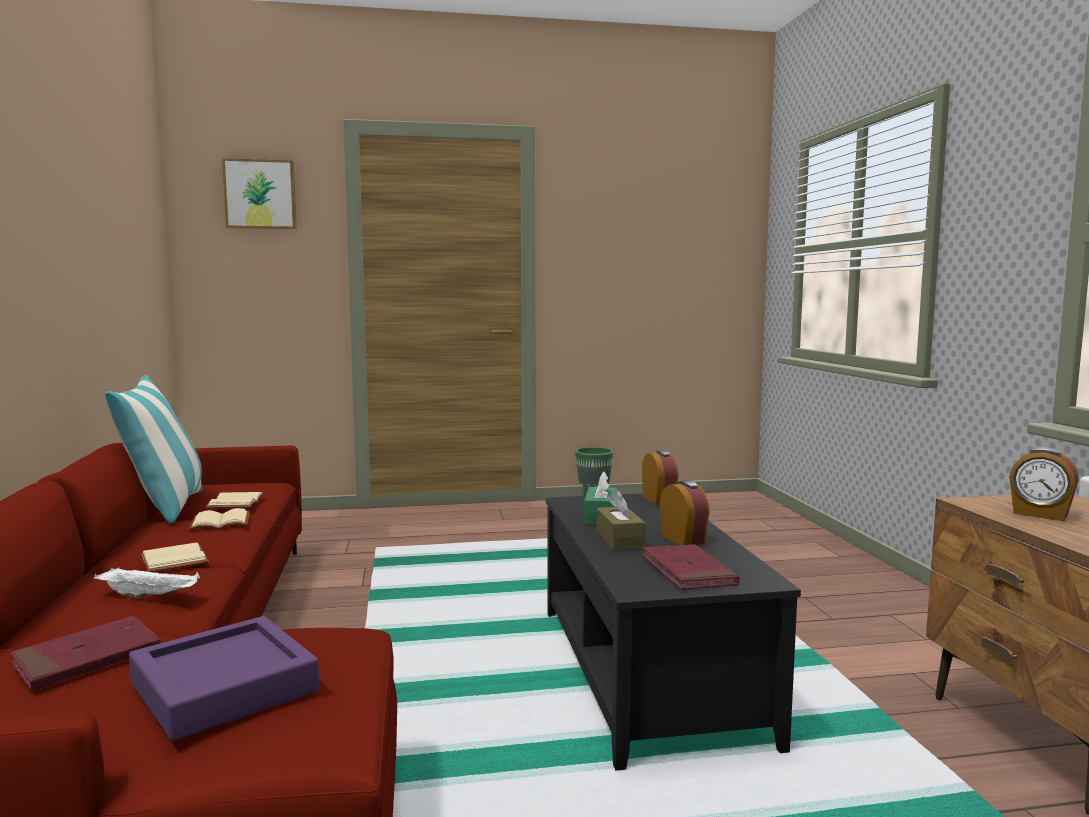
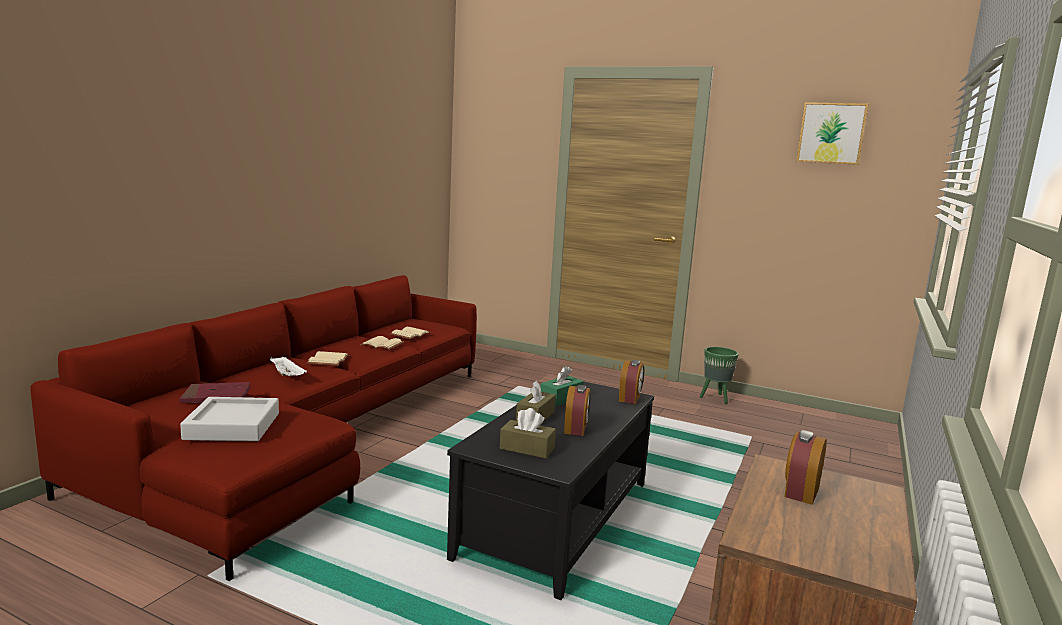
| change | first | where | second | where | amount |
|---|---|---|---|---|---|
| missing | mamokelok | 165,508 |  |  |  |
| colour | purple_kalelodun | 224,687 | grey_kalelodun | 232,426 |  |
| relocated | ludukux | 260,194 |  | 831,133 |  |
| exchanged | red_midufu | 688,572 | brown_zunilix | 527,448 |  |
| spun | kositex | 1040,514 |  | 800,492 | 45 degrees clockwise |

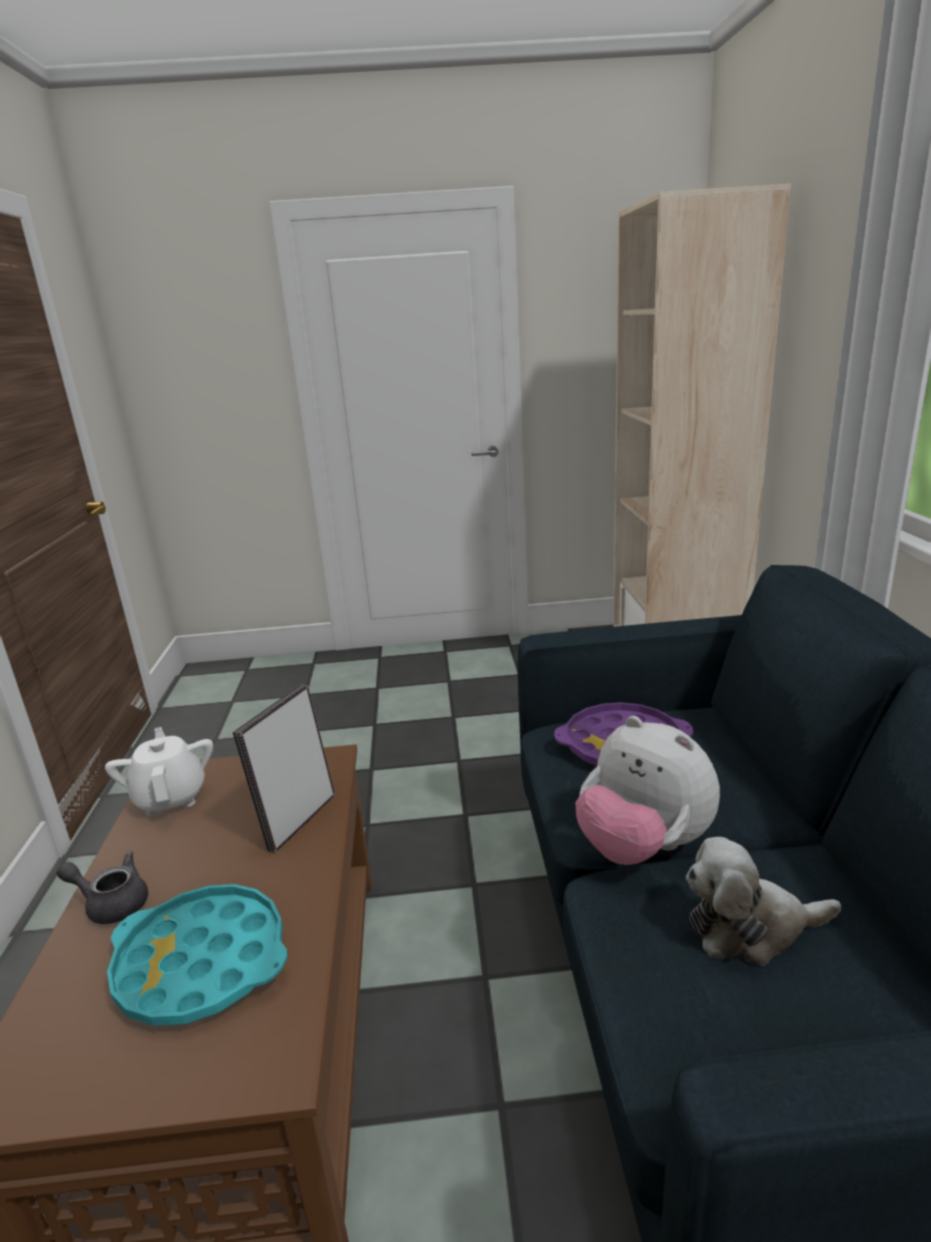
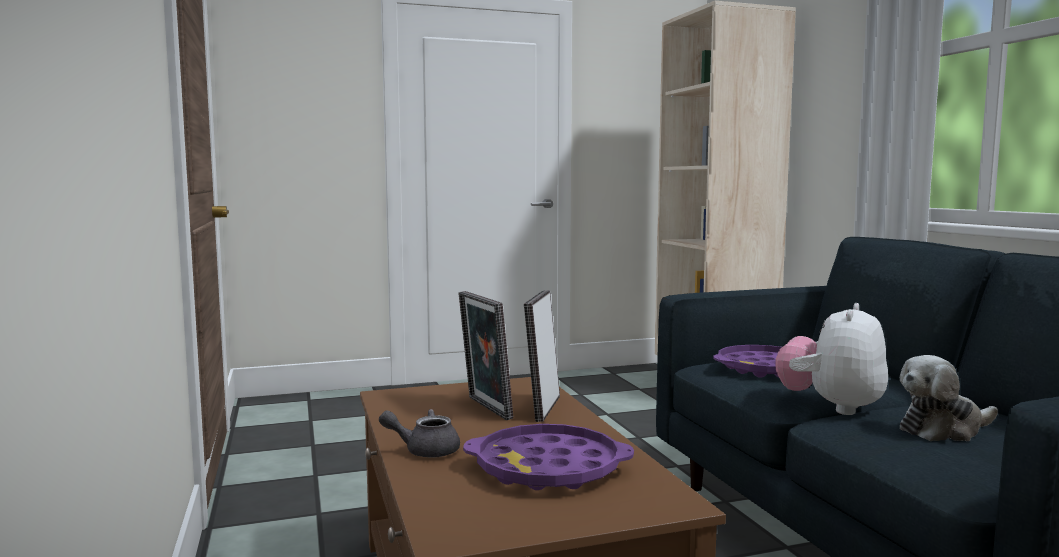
| change | first | where | second | where | amount |
|---|---|---|---|---|---|
| missing | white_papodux | 171,797 |  |  |  |
| colour | turquoise_kalelodun | 202,963 | purple_kalelodun | 548,468 |  |
| spun | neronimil | 643,847 |  | 831,407 | 90 degrees clockwise |
| appeared |  |  | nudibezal | 485,408 |  |

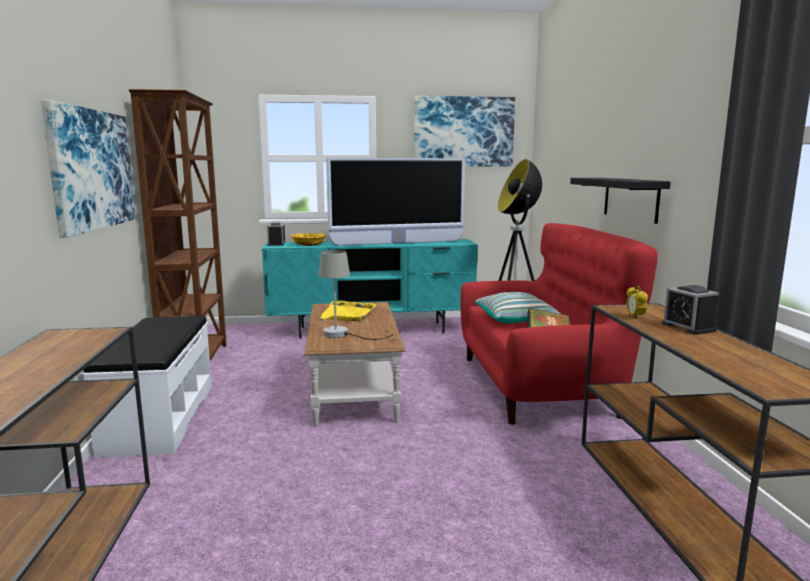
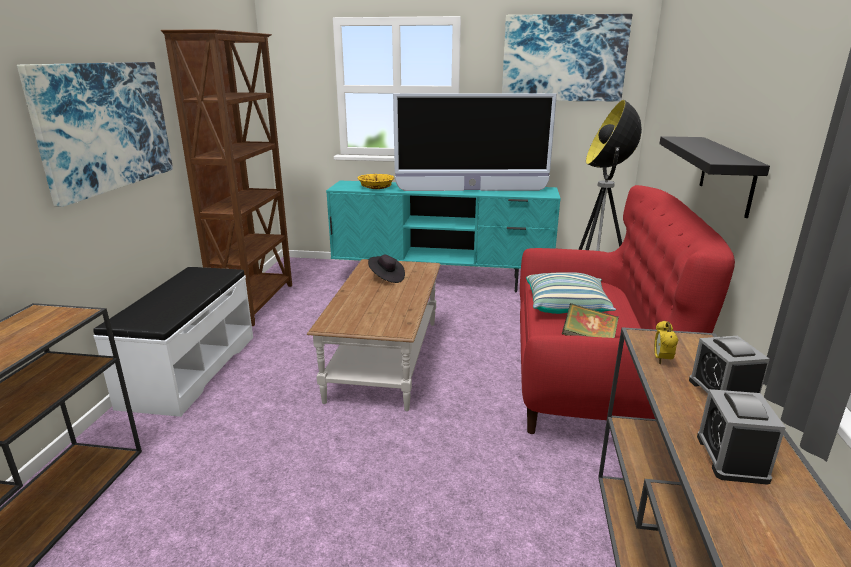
| change | first | where | second | where | amount |
|---|---|---|---|---|---|
| relocated | kositex | 276,244 |  | 731,458 |  |
| missing | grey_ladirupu | 343,335 |  |  |  |
| exchanged | yellow_kalelodun | 348,314 | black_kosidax | 386,278 |  |

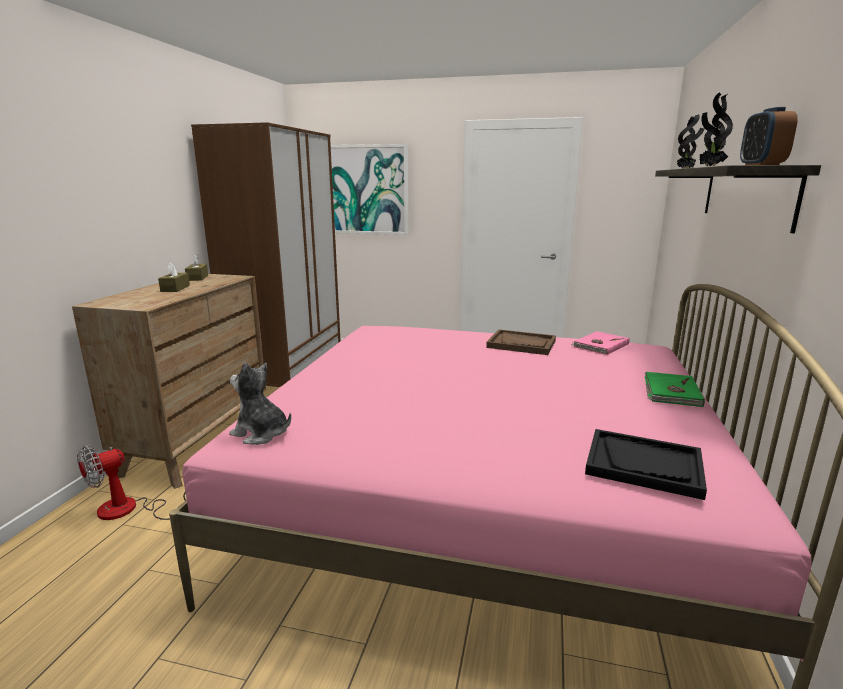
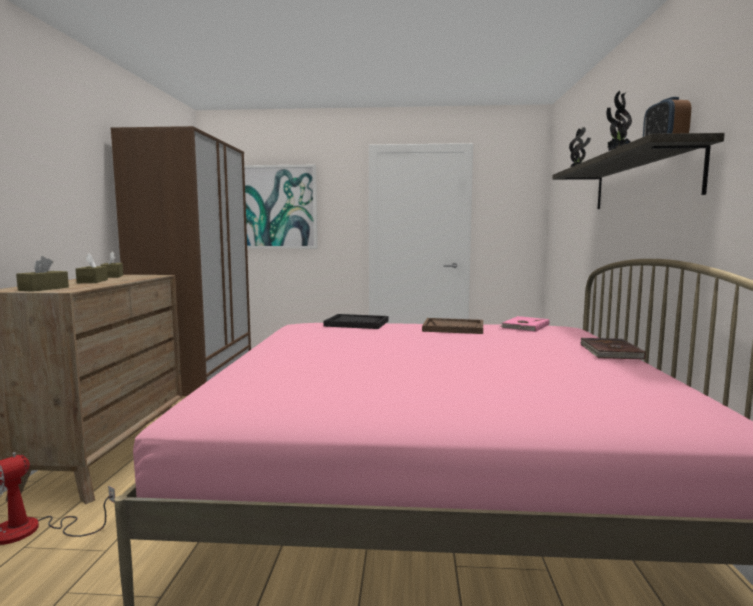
| change | first | where | second | where | amount |
|---|---|---|---|---|---|
| missing | neronimil | 261,434 |  |  |  |
| relocated | black_kalelodun | 644,465 |  | 357,323 |  |
| colour | green_midufu | 670,392 | brown_midufu | 609,352 |  |
| appeared |  |  | brown_zunilix | 44,289 |  |

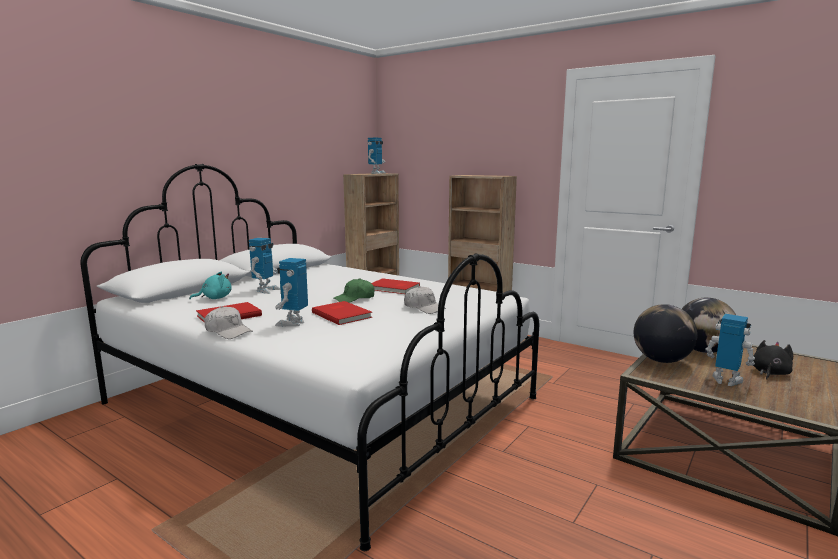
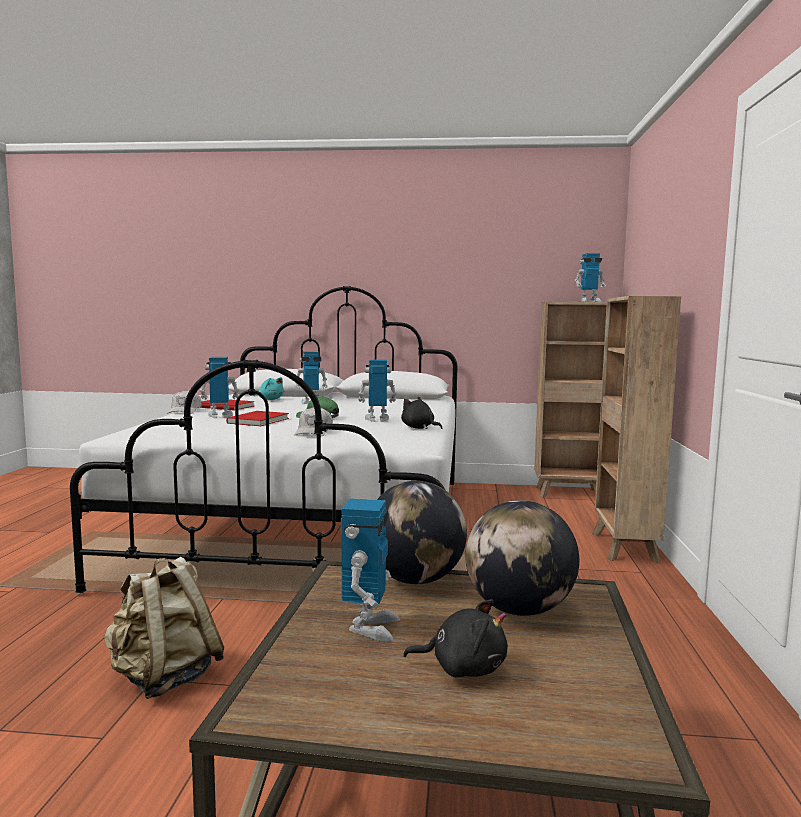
| change | first | where | second | where | amount |
|---|---|---|---|---|---|
| exchanged | red_midufu | 393,288 | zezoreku | 377,420 |  |
| appeared |  |  | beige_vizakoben | 164,678 |  |
| appeared |  |  | black_neronimil | 419,428 |  |

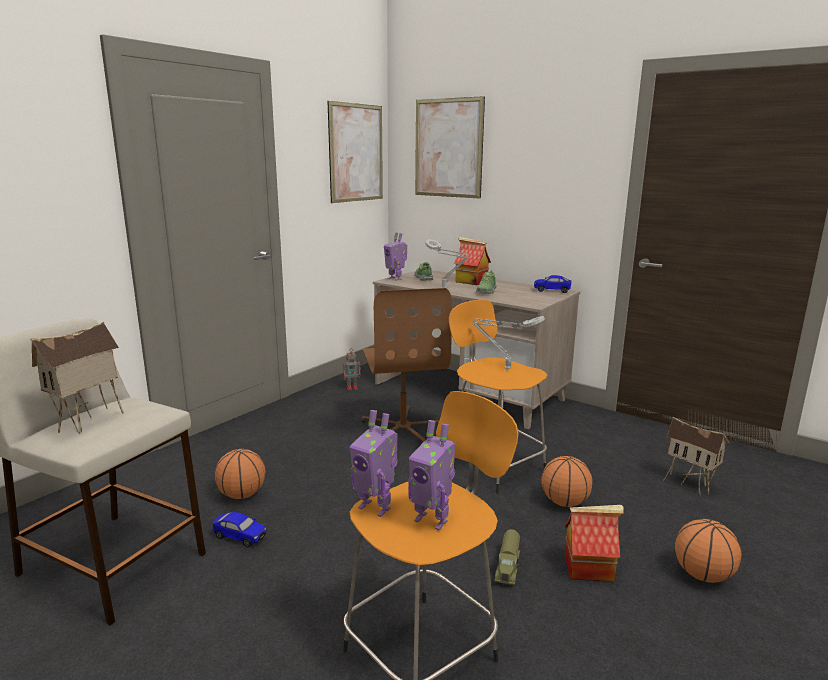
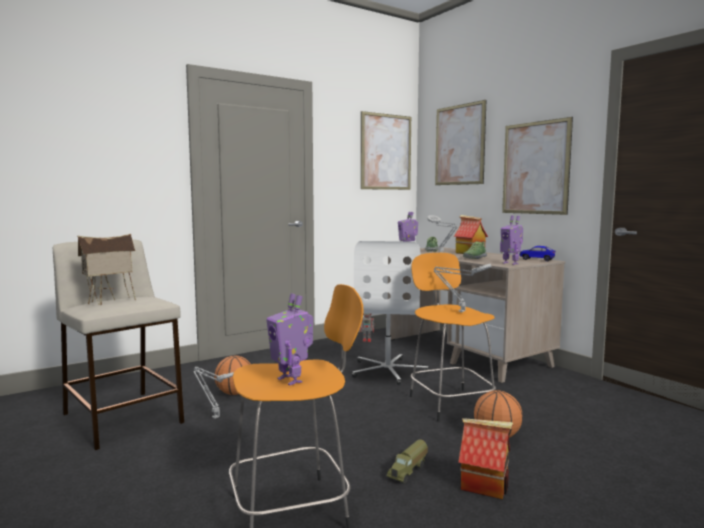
| change | first | where | second | where | amount |
|---|---|---|---|---|---|
| exchanged | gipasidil | 240,537 | grey_ladirupu | 214,417 |  |
| relocated | zezoreku | 375,507 |  | 511,263 |  |
| colour | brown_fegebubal | 403,430 | white_fegebubal | 388,370 |  |
| missing | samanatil | 690,484 |  |  |  |
| missing | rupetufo | 702,575 |  |  |  |
| appeared |  |  | ludukux | 535,168 |  |

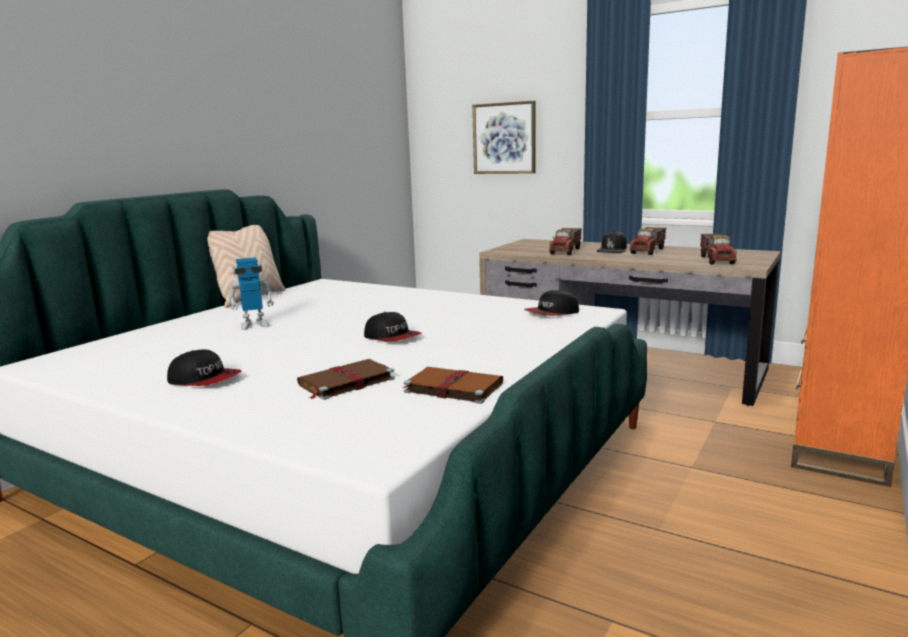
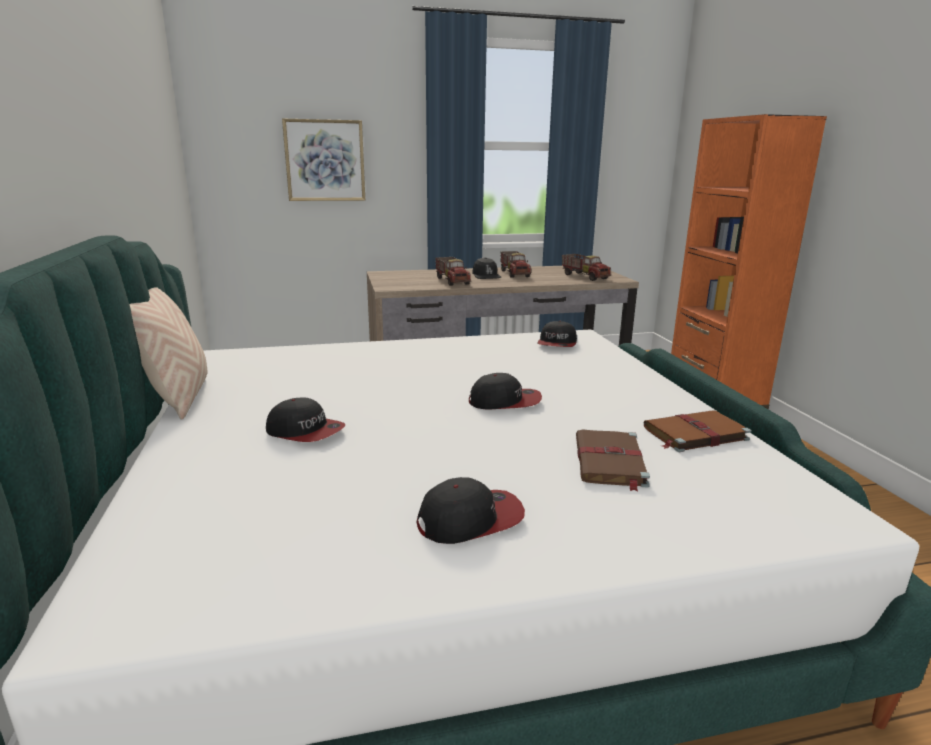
| change | first | where | second | where | amount |
|---|---|---|---|---|---|
| exchanged | zezoreku | 254,325 | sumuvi | 305,431 |  |

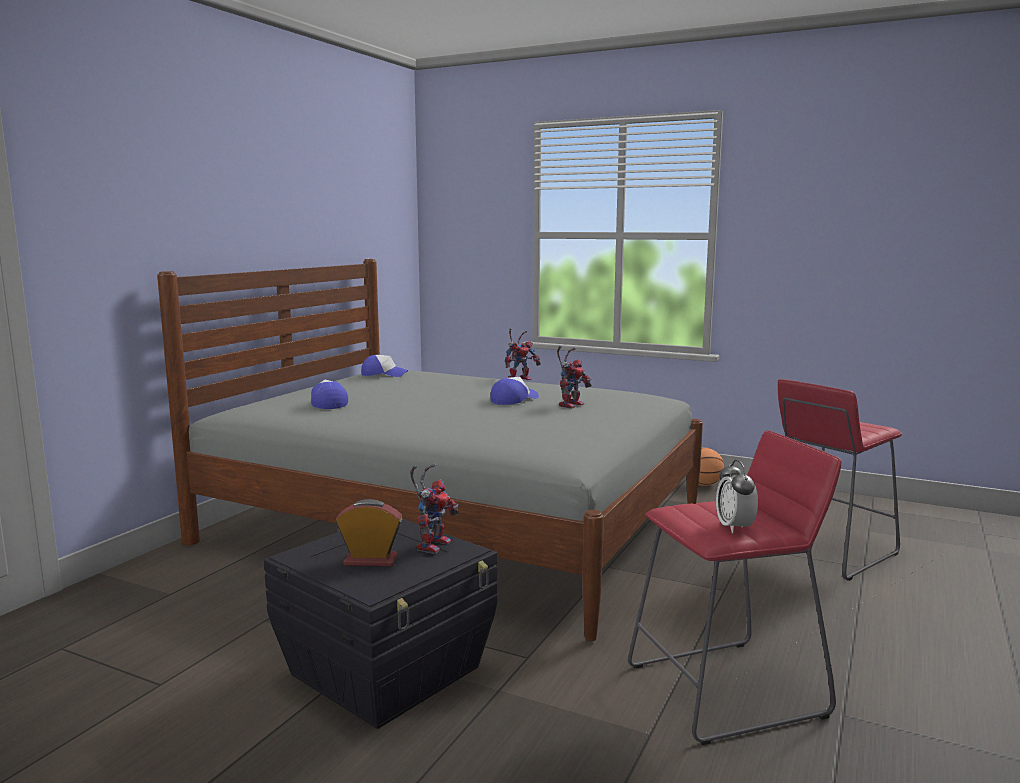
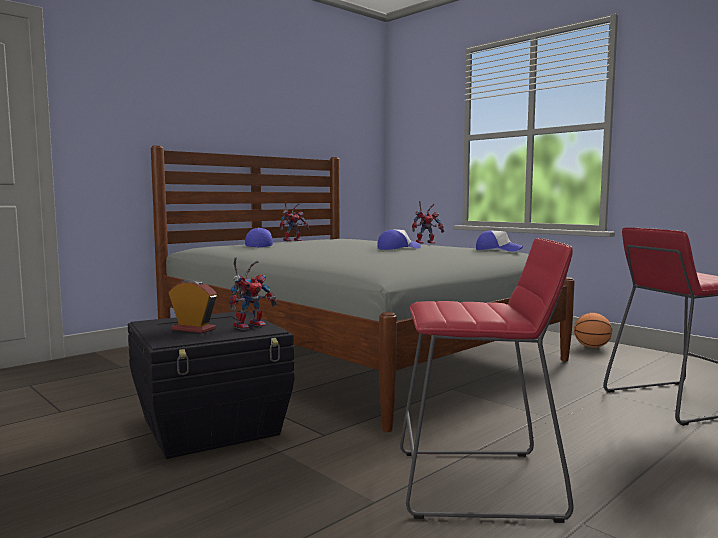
| change | first | where | second | where | amount |
|---|---|---|---|---|---|
| relocated | sumuvi | 384,374 |  | 498,250 |  |
| relocated | zezoreku | 570,404 |  | 293,240 |  |
| missing | kositex | 734,527 |  |  |  |

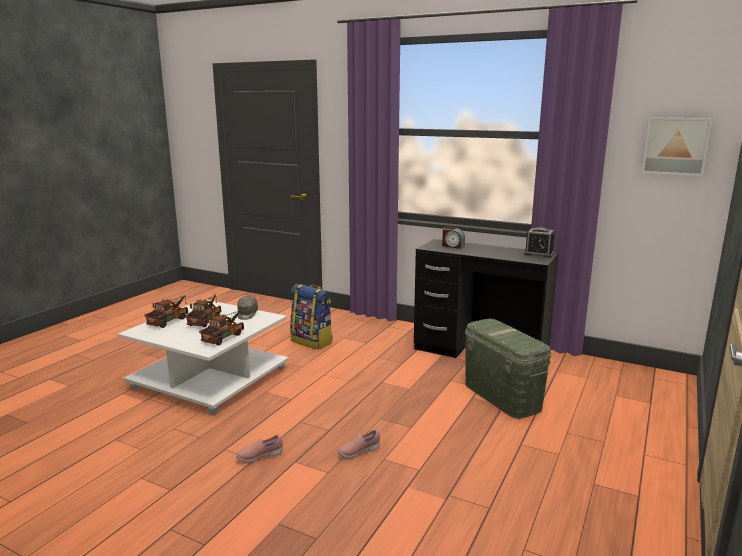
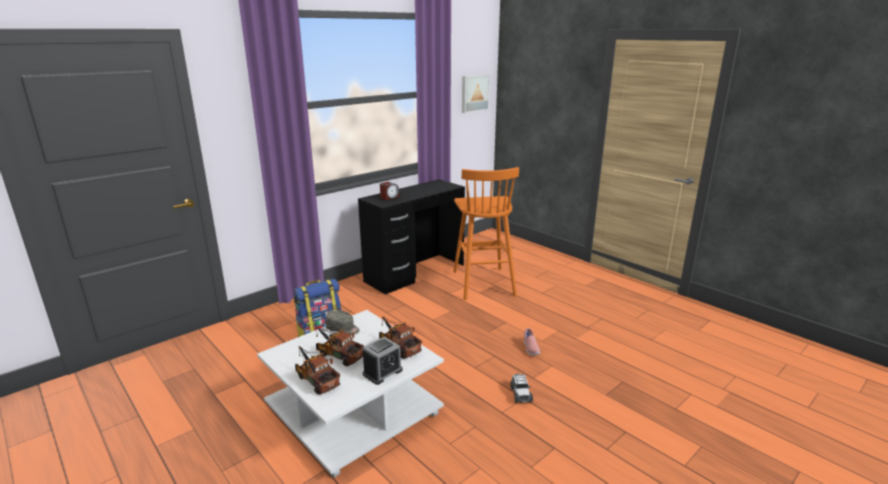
| change | first | where | second | where | amount |
|---|---|---|---|---|---|
| exchanged | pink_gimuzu | 259,456 | gipasidil | 520,394 |  |
| exchanged | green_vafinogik | 501,396 | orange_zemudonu | 483,282 |  |
| relocated | kositex | 538,254 |  | 382,372 |  |

